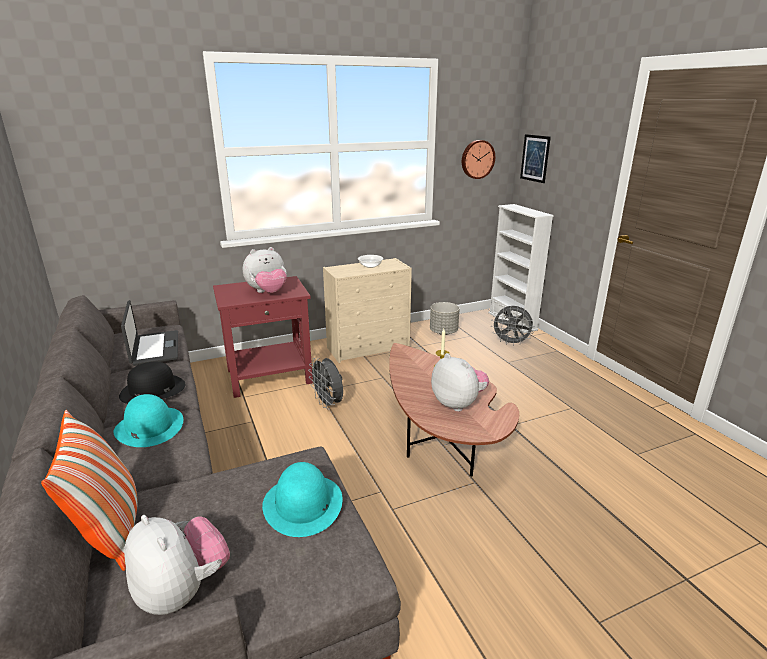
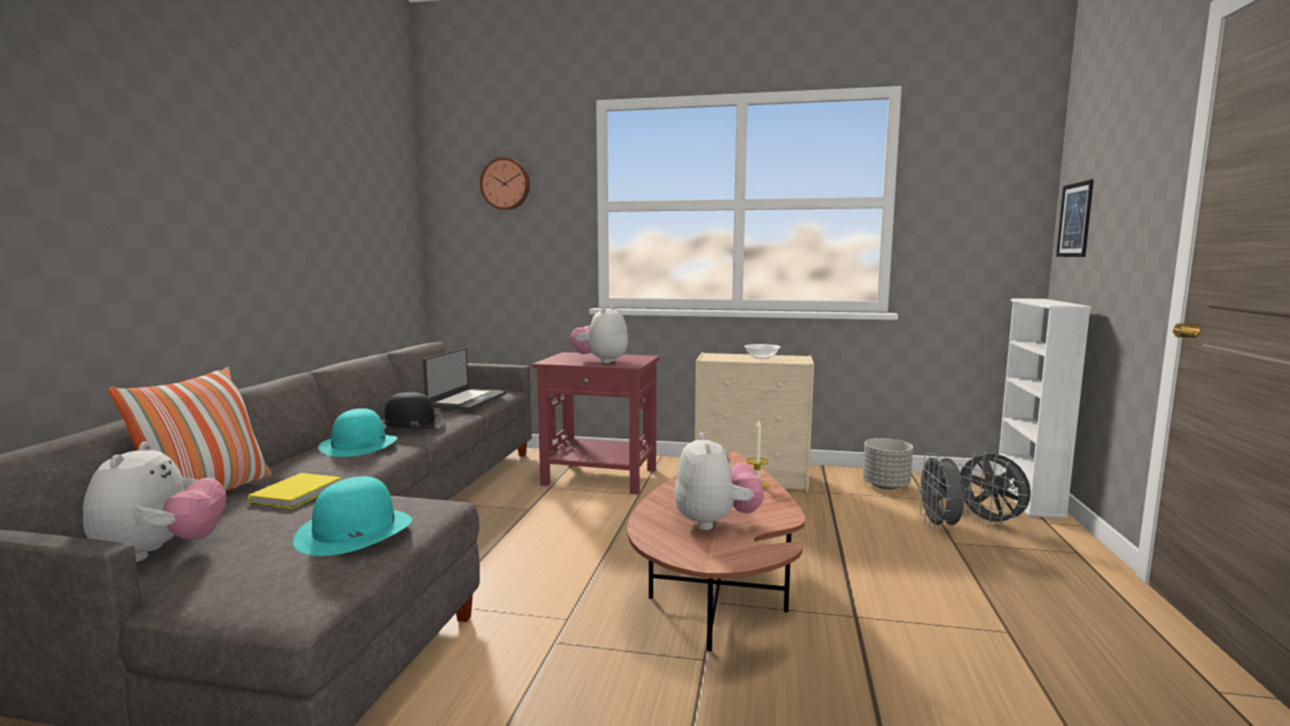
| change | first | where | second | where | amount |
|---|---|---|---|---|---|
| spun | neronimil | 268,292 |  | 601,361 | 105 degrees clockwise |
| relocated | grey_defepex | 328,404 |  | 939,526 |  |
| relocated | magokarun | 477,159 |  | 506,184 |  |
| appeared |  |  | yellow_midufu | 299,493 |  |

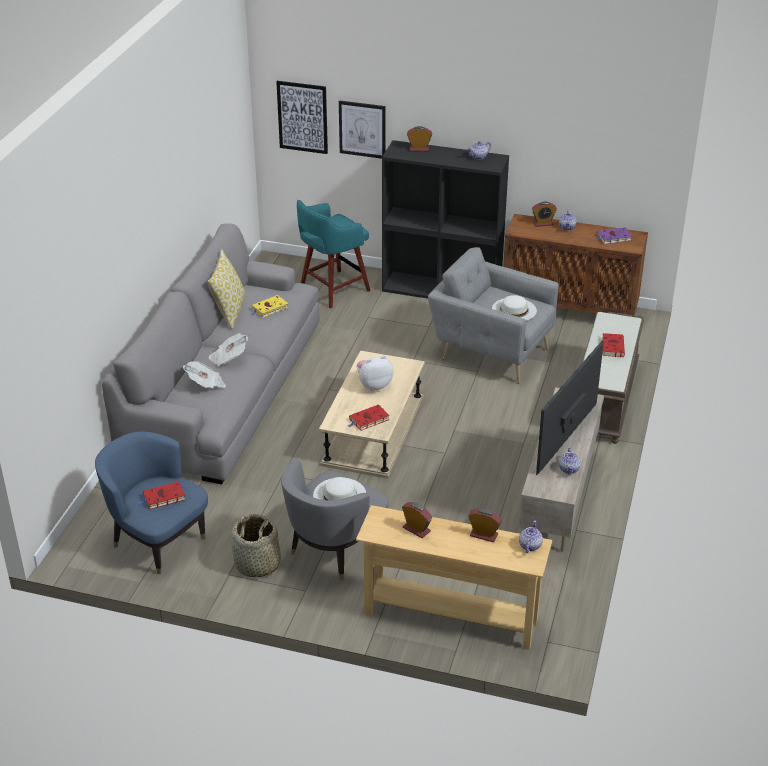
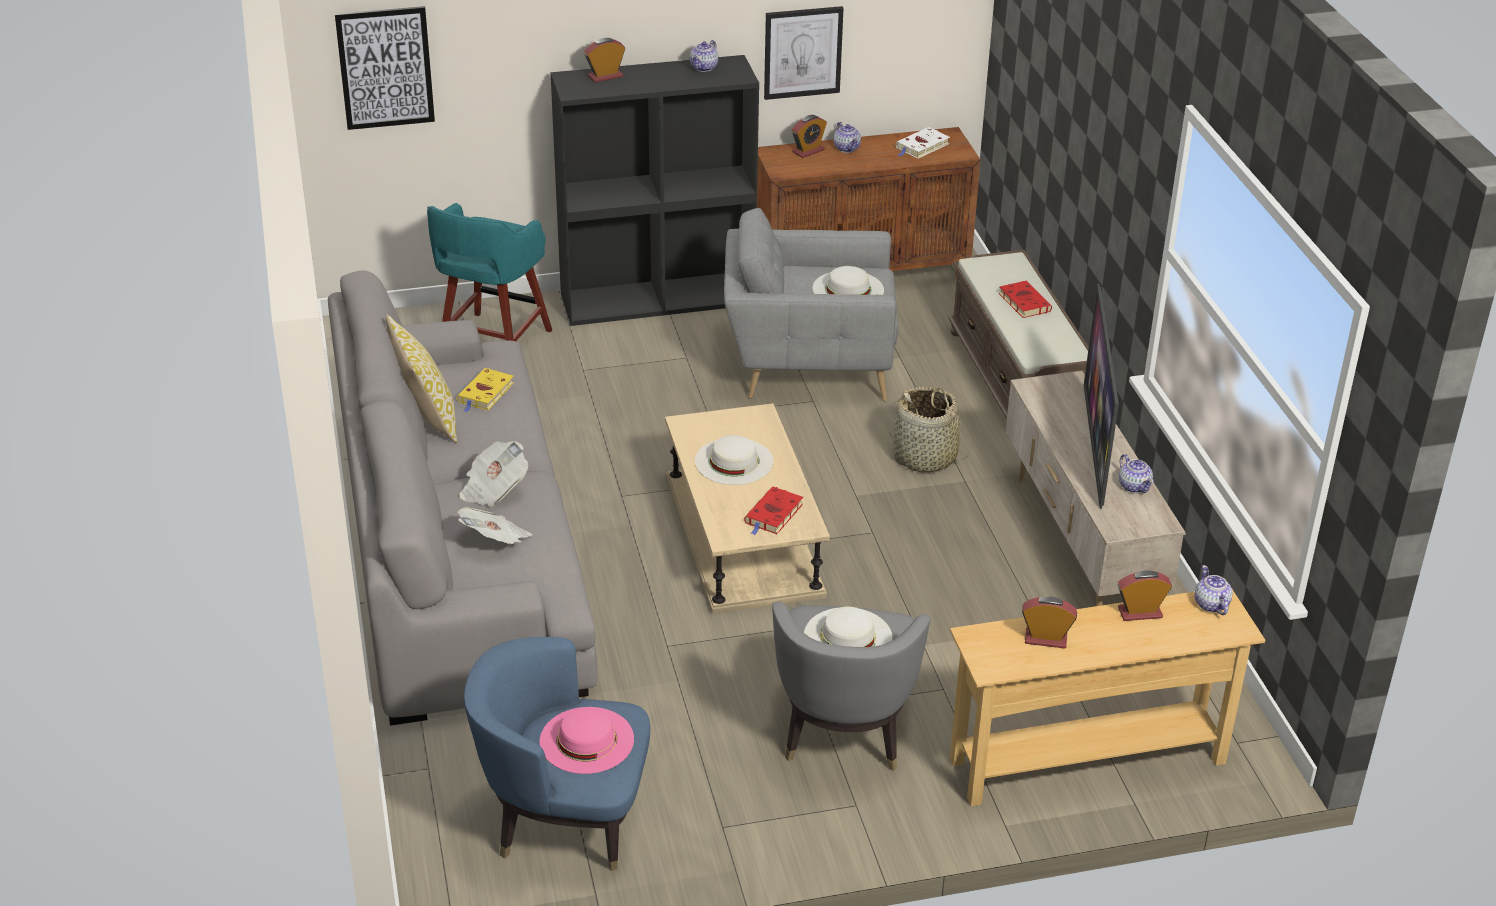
| change | first | where | second | where | amount |
|---|---|---|---|---|---|
| exchanged | red_midufu | 163,498 | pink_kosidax | 586,740 |  |
| relocated | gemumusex | 257,564 |  | 925,457 |  |
| relocated | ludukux | 362,129 |  | 802,52 |  |
| exchanged | neronimil | 374,385 | white_kosidax | 733,461 |  |
| colour | purple_midufu | 613,238 | white_midufu | 921,146 |  |

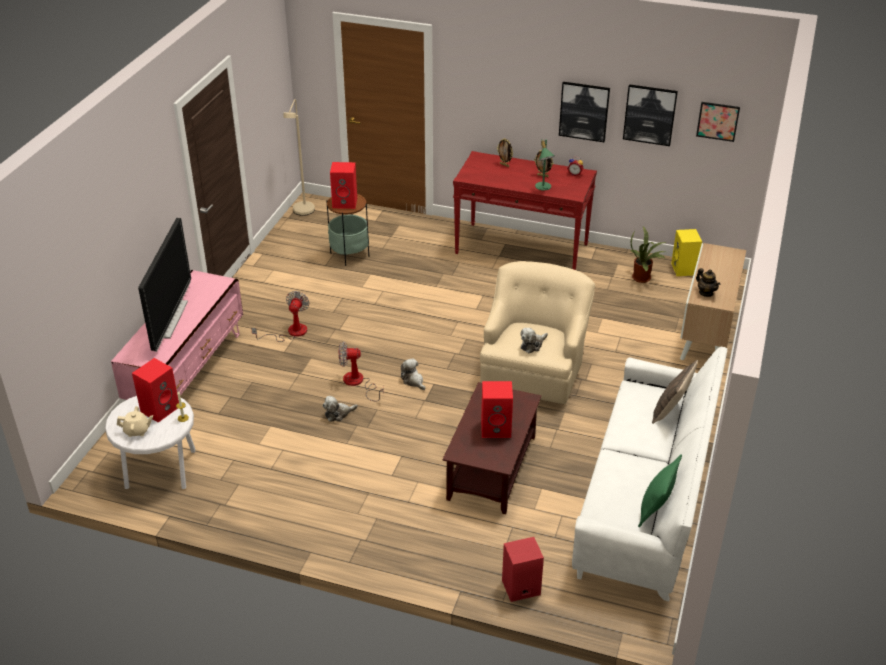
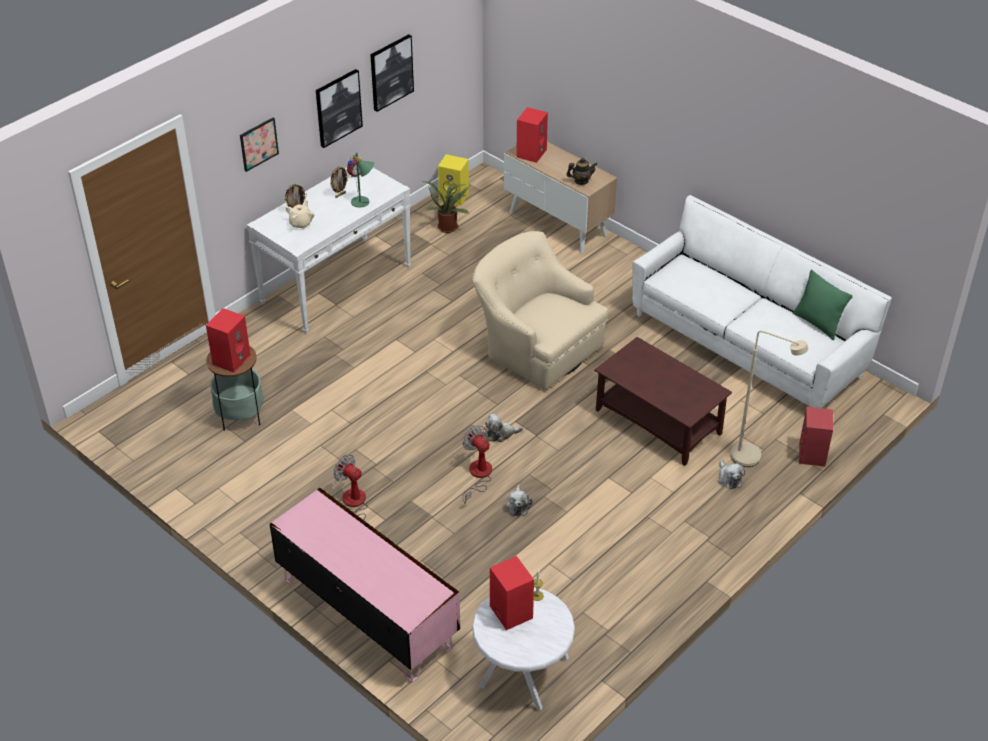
| change | first | where | second | where | amount |
|---|---|---|---|---|---|
| relocated | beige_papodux | 137,431 |  | 301,223 |  |
| missing | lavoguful | 169,319 |  |  |  |
| relocated | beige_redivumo | 302,213 |  | 753,459 |  |
| spun | defepex | 358,383 |  | 478,476 | 120 degrees clockwise |
| colour | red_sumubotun | 522,248 | white_sumubotun | 336,284 |  |
| relocated | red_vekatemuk | 496,428 |  | 531,153 |  |
| relocated | neronimil | 532,345 |  | 729,478 |  |
| missing | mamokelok | 671,411 |  |  |  |
| relocated | ludukux | 717,121 |  | 258,144 |  |

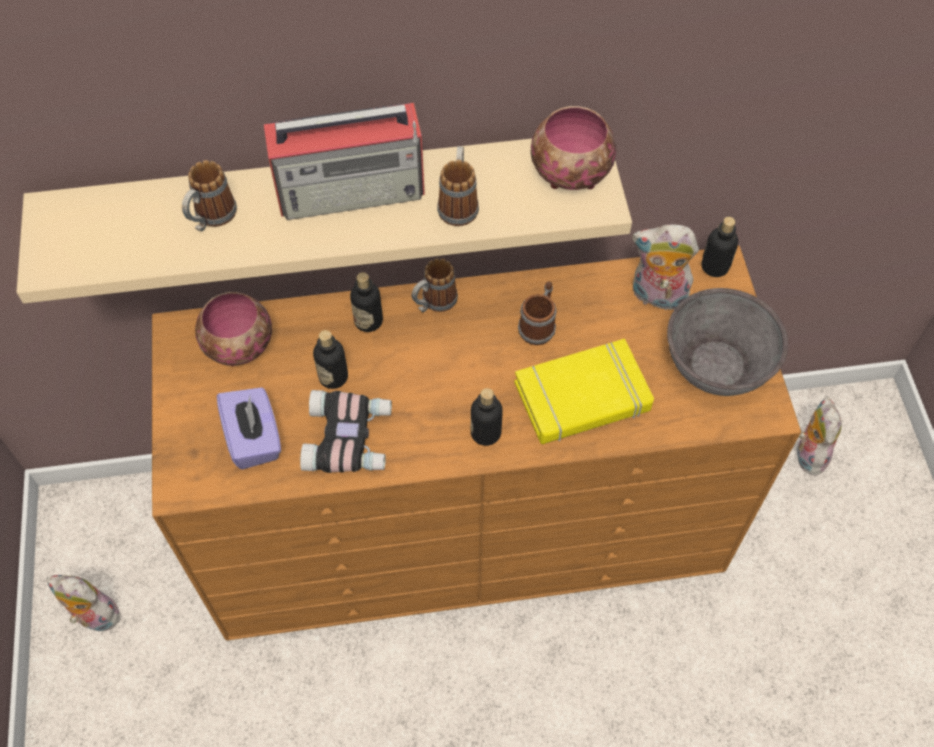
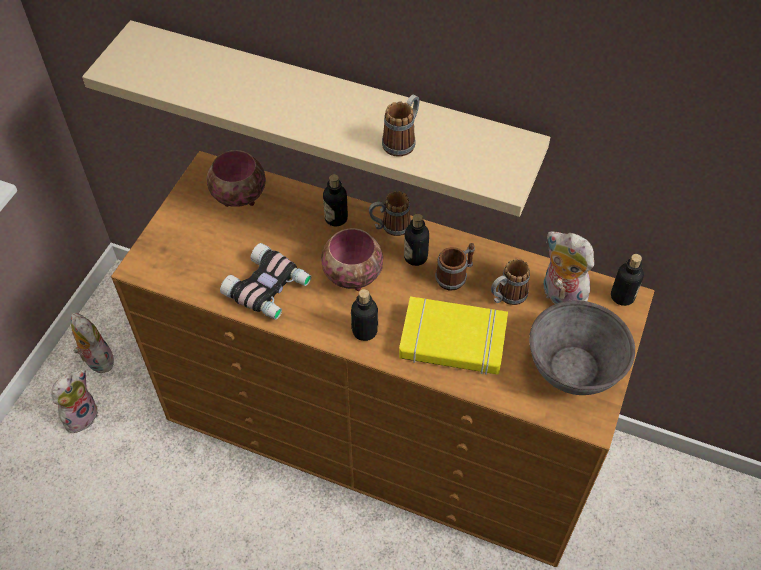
| change | first | where | second | where | amount |
|---|---|---|---|---|---|
| relocated | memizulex | 211,218 |  | 506,297 |  |
| missing | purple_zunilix | 254,439 |  |  |  |
| missing | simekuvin | 353,190 |  |  |  |
| relocated | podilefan | 333,377 |  | 415,257 |  |
| relocated | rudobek | 569,175 |  | 351,275 |  |
| relocated | neronimil | 808,454 |  | 80,415 |  |

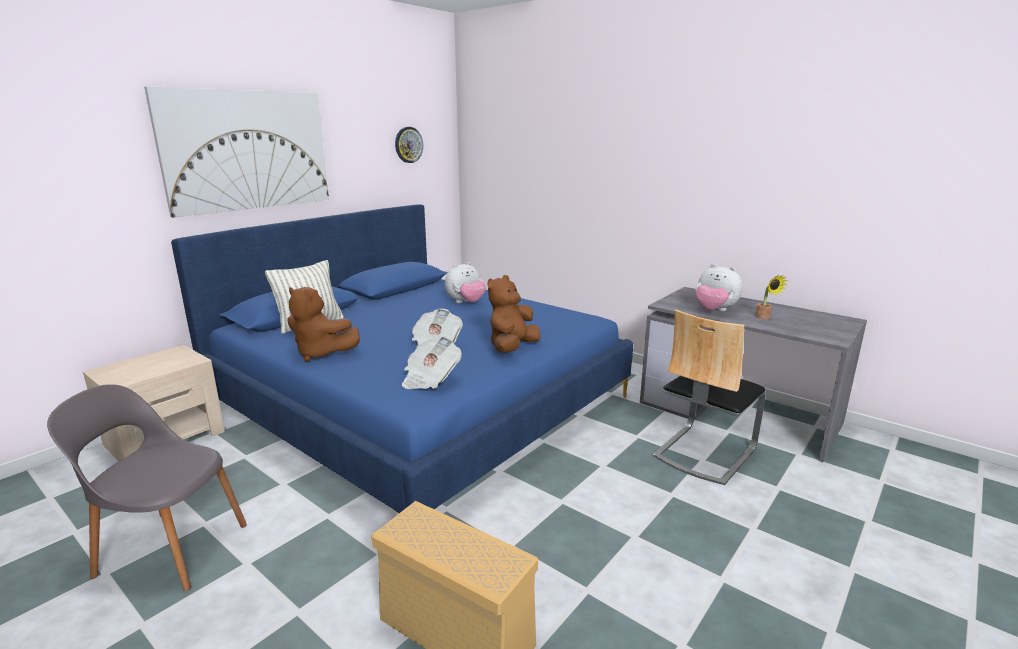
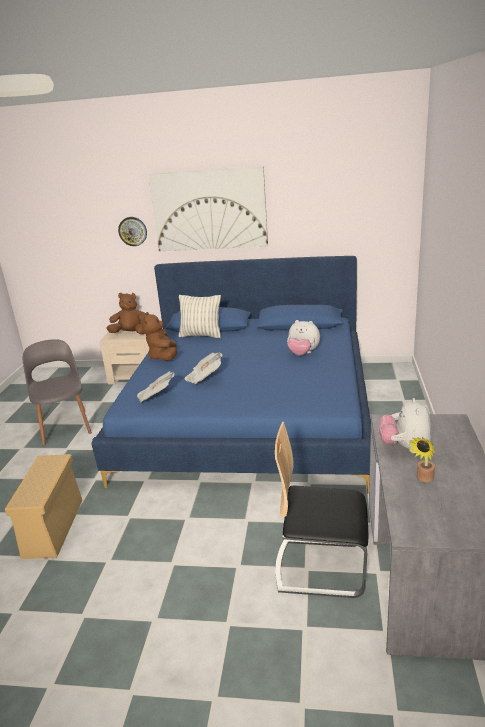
| change | first | where | second | where | amount |
|---|---|---|---|---|---|
| relocated | magokarun | 408,145 |  | 133,231 |  |
| relocated | brown_neronimil | 512,348 |  | 131,333 |  |

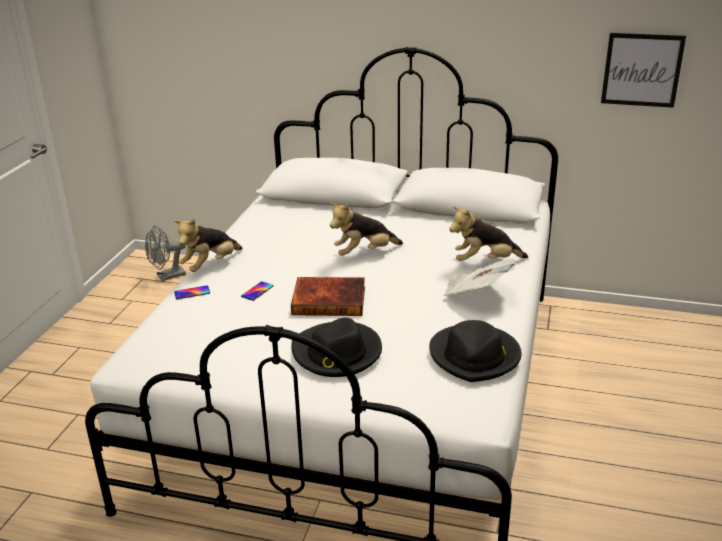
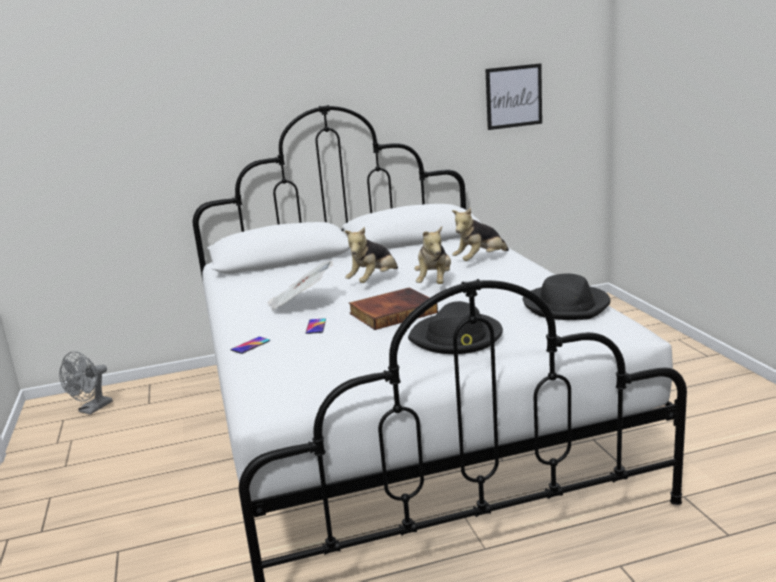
| change | first | where | second | where | amount |
|---|---|---|---|---|---|
| relocated | neronimil | 210,265 |  | 435,282 |  |
| relocated | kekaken | 477,294 |  | 300,304 |  |

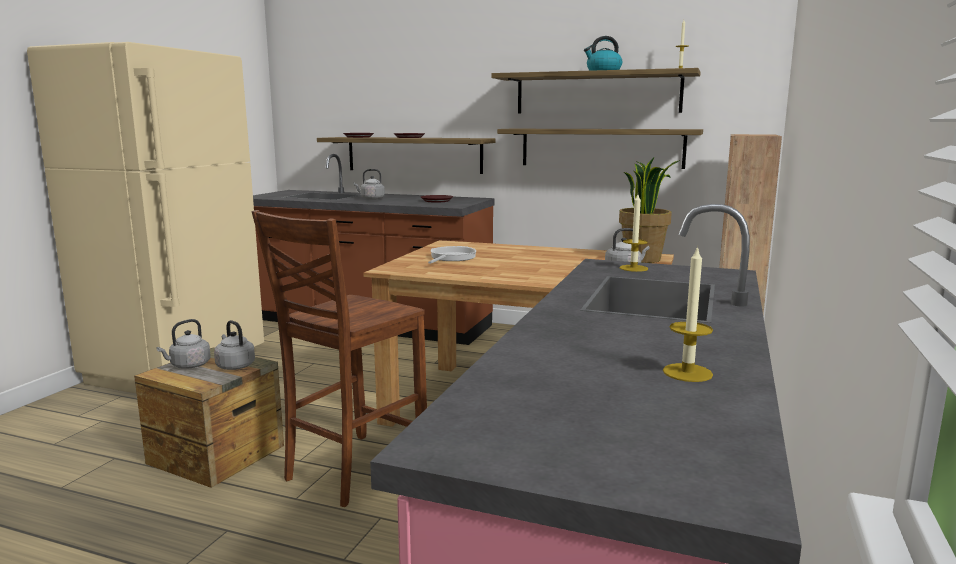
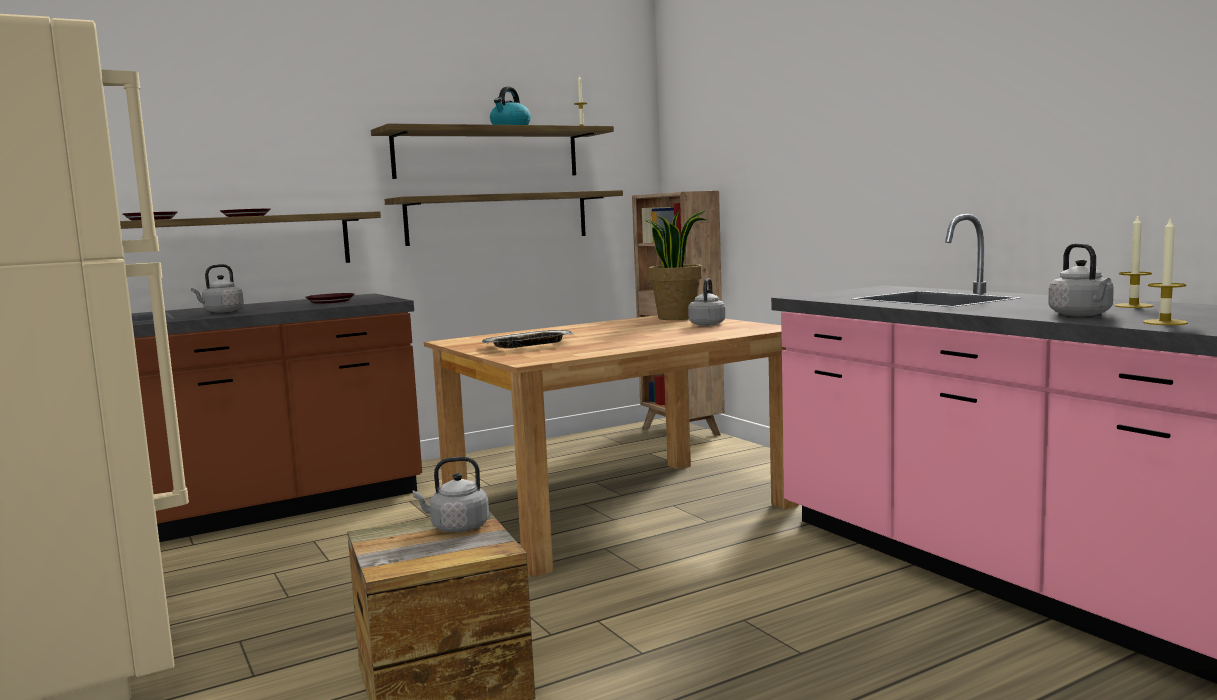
| change | first | where | second | where | amount |
|---|---|---|---|---|---|
| relocated | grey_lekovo | 188,366 |  | 1082,315 |  |
| missing | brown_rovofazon | 352,470 |  |  |  |
| exchanged | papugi | 451,258 | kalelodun | 528,345 |  |
| relocated | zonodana | 633,268 |  | 1165,322 |  |

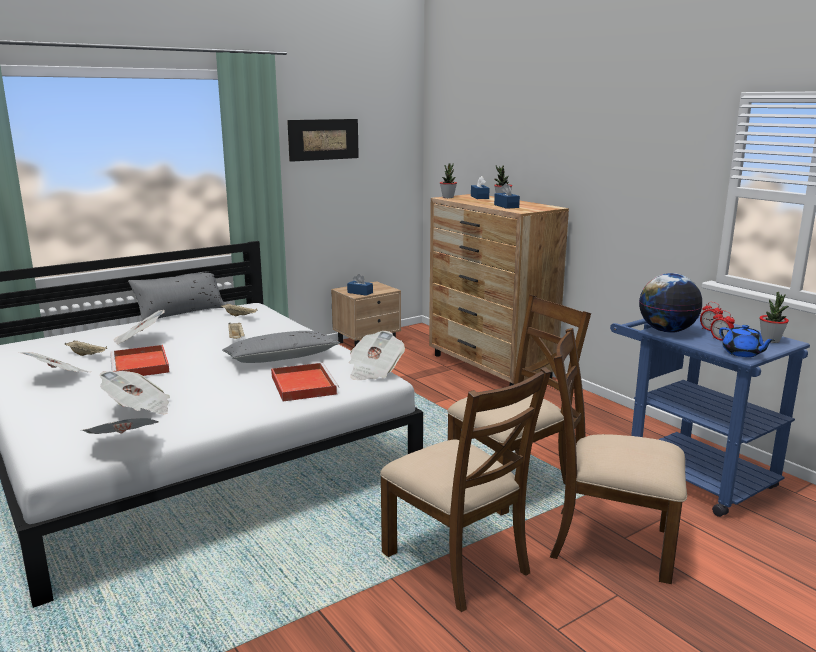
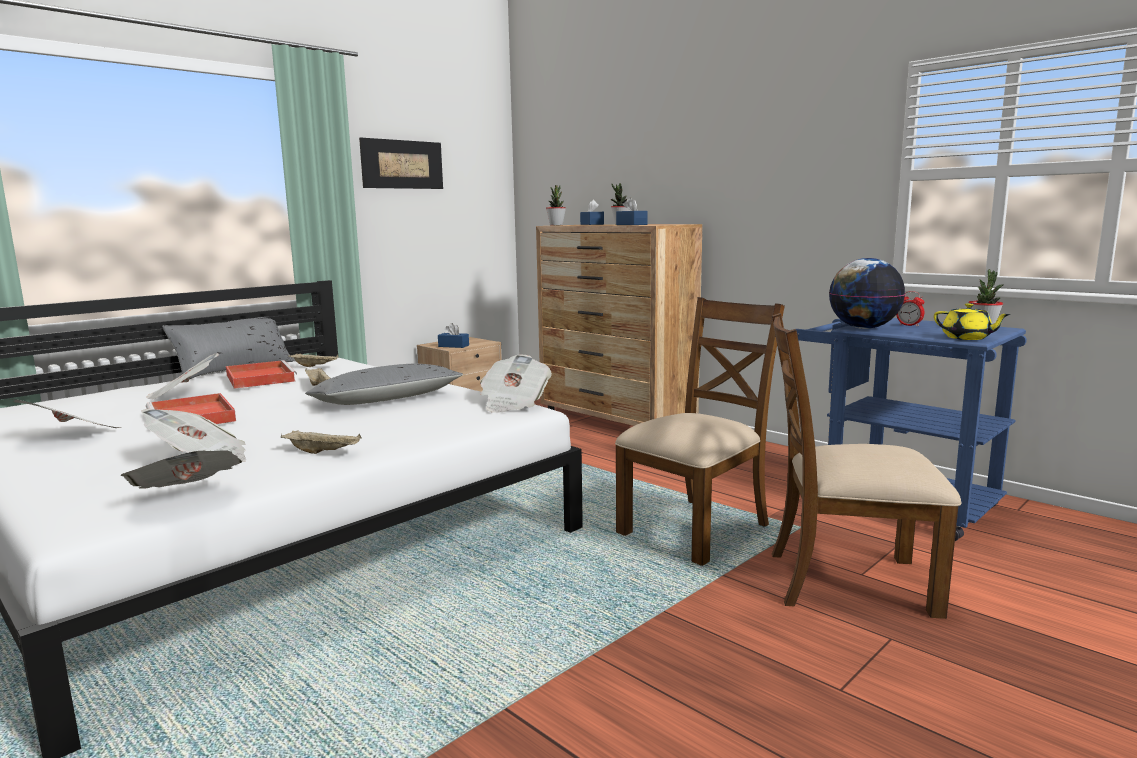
| change | first | where | second | where | amount |
|---|---|---|---|---|---|
| relocated | beige_kalelodun | 87,355 |  | 324,452 |  |
| relocated | red_kalelodun | 302,384 |  | 259,378 |  |
| missing | brown_rovofazon | 457,563 |  |  |  |
| missing | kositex | 720,339 |  |  |  |
| colour | blue_papodux | 742,353 | yellow_papodux | 967,338 |  |

